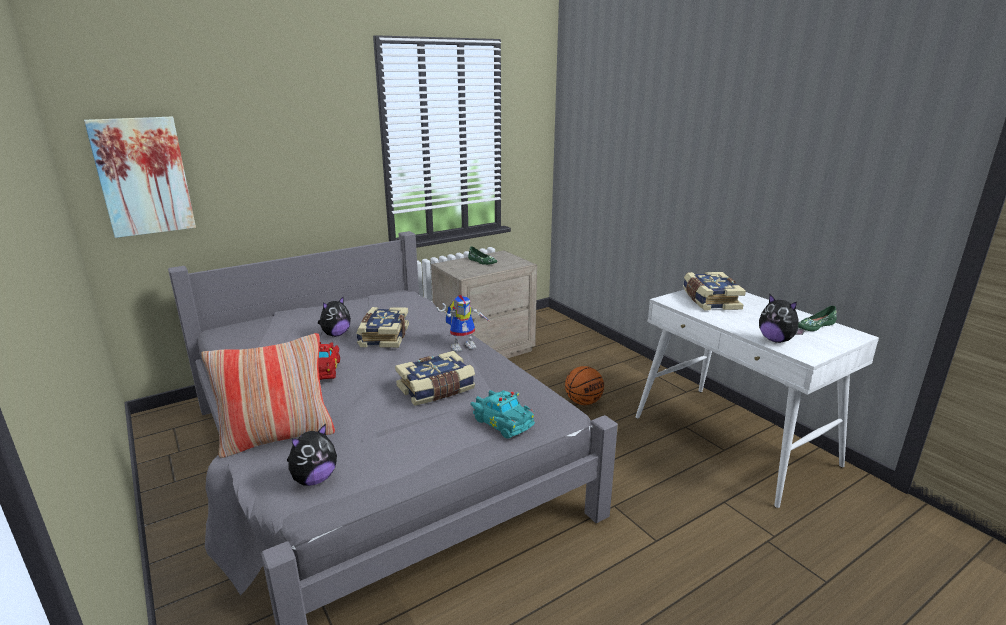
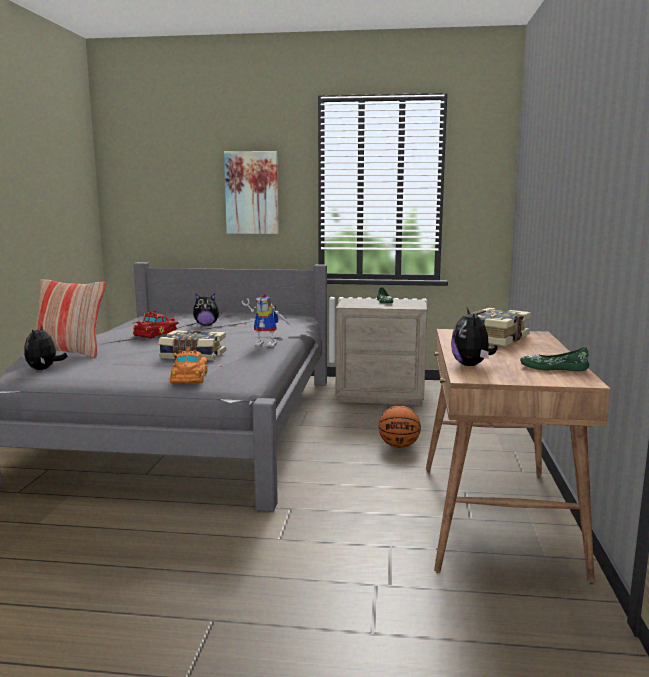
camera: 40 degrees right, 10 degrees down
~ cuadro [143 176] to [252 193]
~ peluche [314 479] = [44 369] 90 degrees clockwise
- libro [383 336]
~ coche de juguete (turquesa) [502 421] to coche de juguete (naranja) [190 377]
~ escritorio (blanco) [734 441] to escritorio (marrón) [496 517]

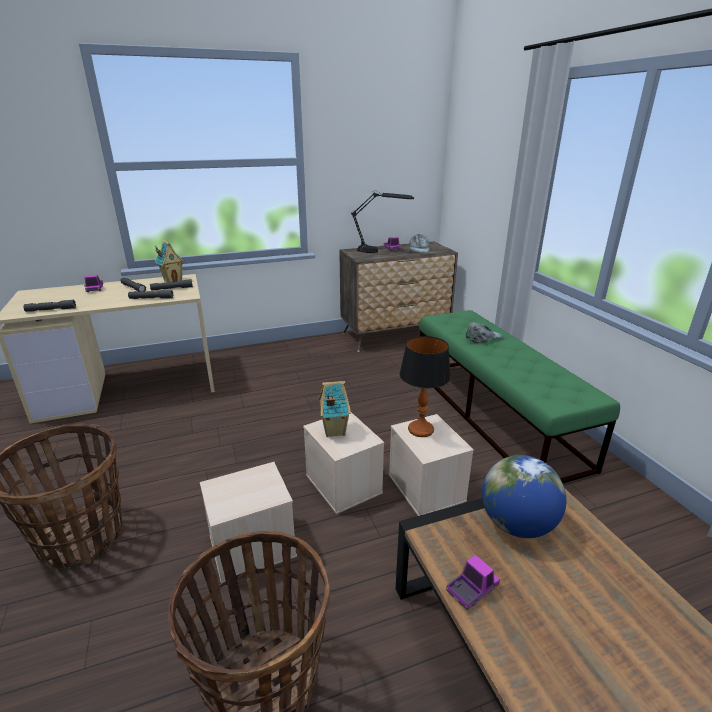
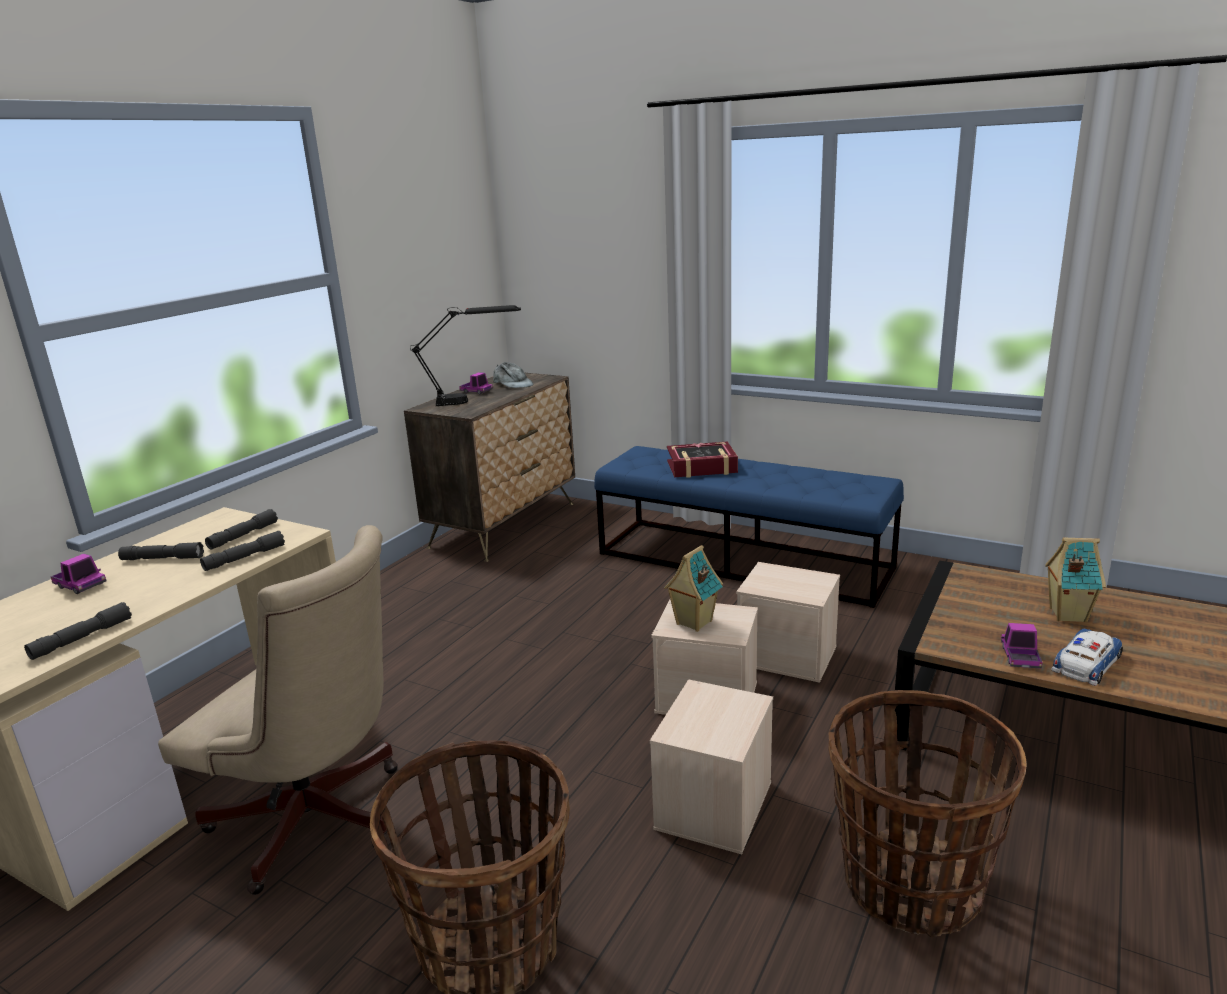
camera: 40 degrees left, 5 degrees down
~ casita [173 281] to [1066 614]
- lámpara de mesa [420 430]
~ banco (verde) [494 414] to banco (azul) [743 561]
~ gorra (gris) [483 337] to libro [701 467]
- globo terráqueo [517 525]
+ silla de oficina (beis) [318 824]
+ coche de juguete [1086 663]

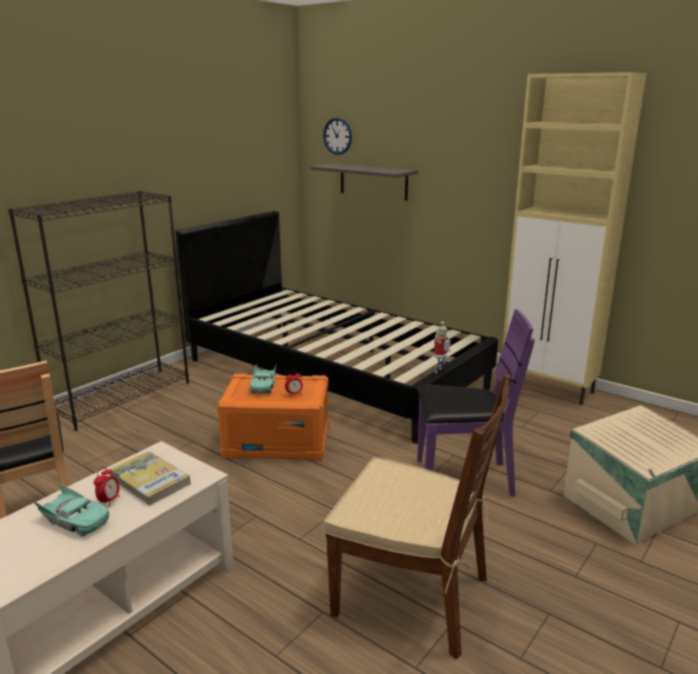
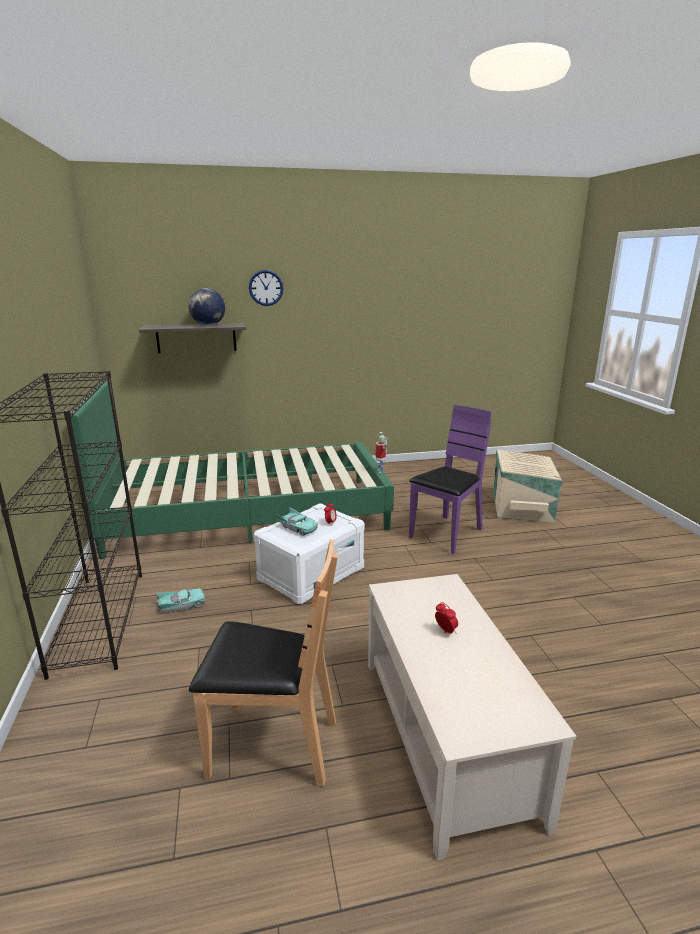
camera: 50 degrees left, 0 degrees up
~ coche de juguete (turquesa) [74 520] to [181 606]
- libro [149 481]
~ cama (negro) [333 373] to cama (verde) [248 514]
~ caja de almacenaje (naranja) [278 441] to caja de almacenaje (blanco) [311 573]
~ reloj de pared [337 136] to [266 288]
- silla (marrón) [413 596]
- armario (beis) [548 388]
+ globo terráqueo [208 325]

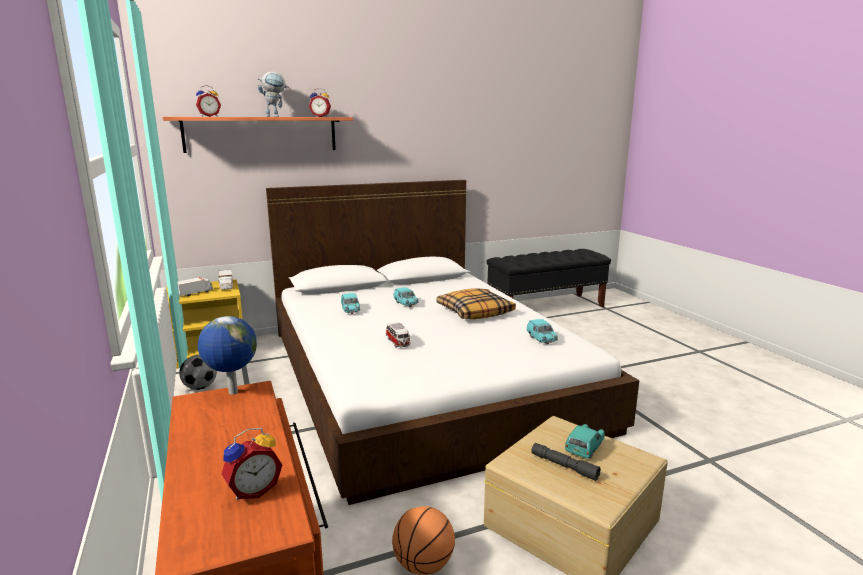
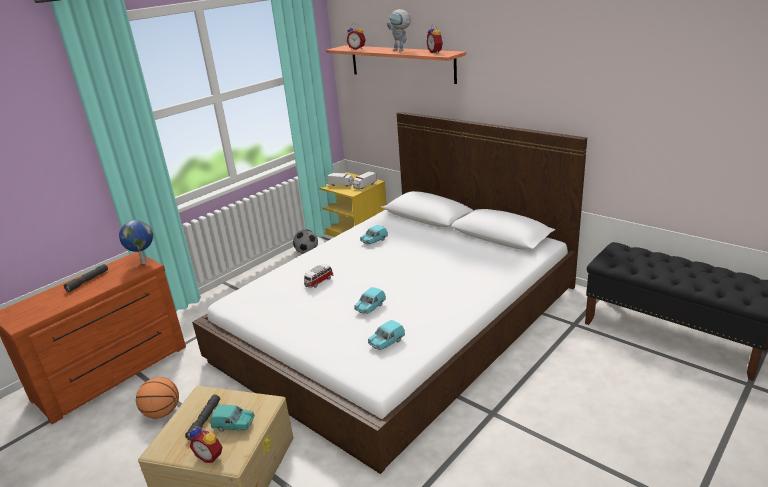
camera: 65 degrees right, 10 degrees up
~ despertador [253 490] to [211 456]
~ coche de juguete (turquesa) [406 304] to [370 308]
- cojín [474 312]
+ linterna (gris) [88 281]

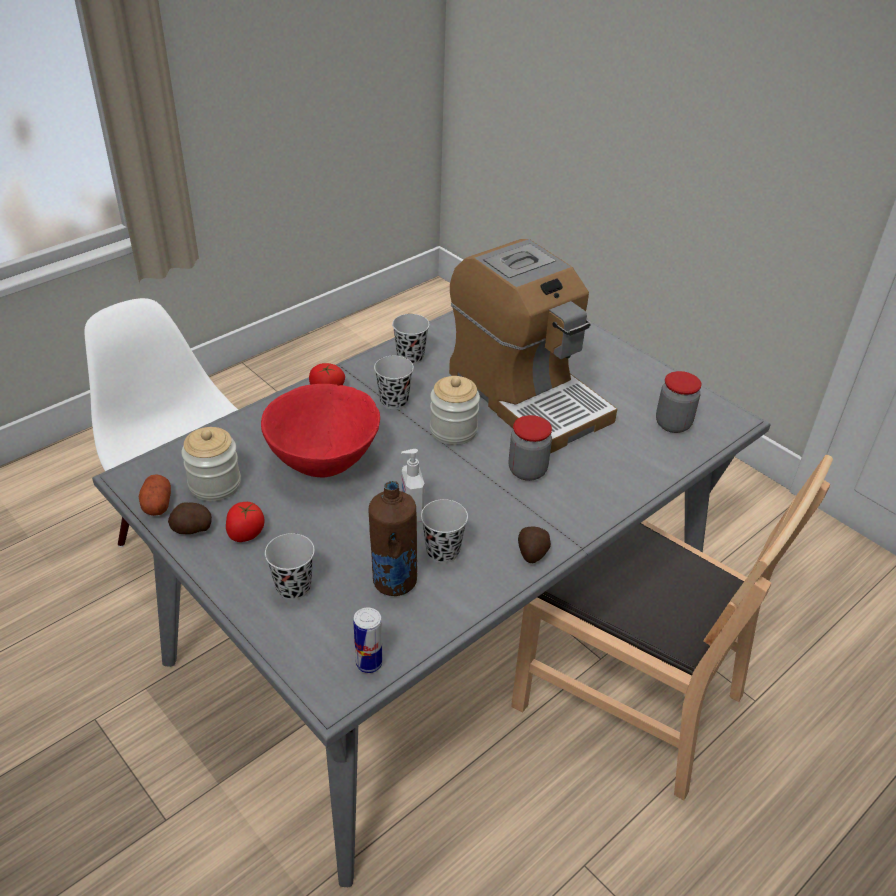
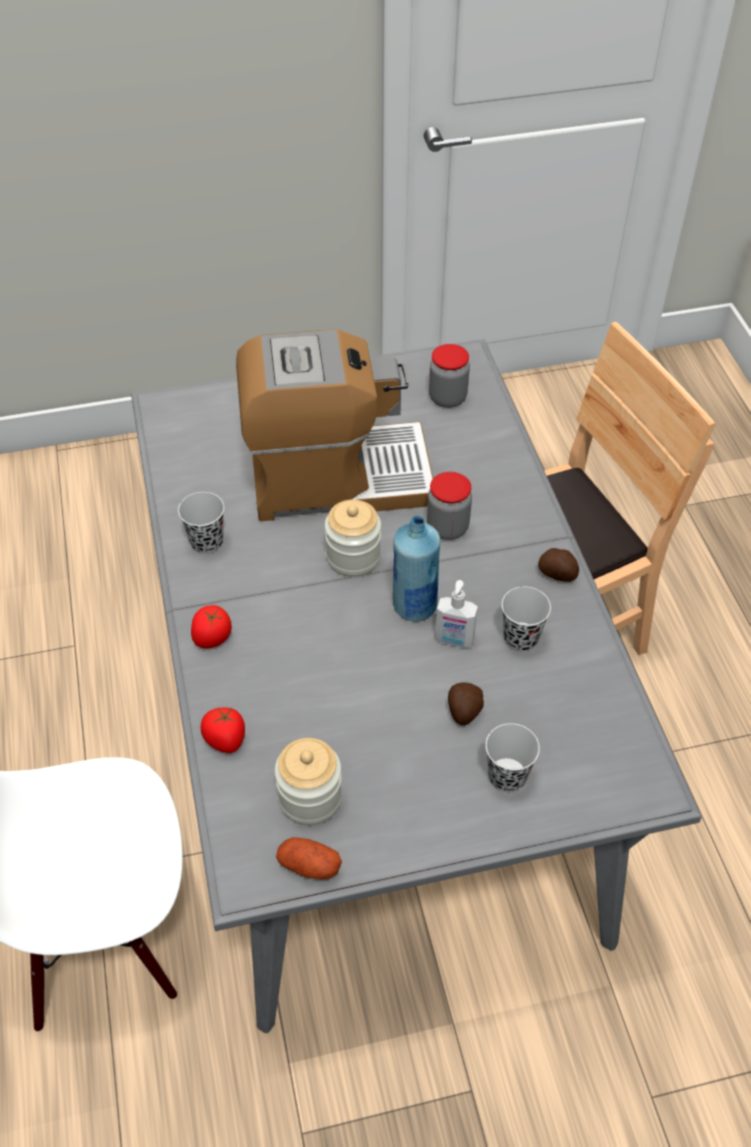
camera: 60 degrees left, 10 degrees up
~ patata [192 529] to [463 712]
~ tomate [246 533] to [225 740]
- cuenco (rojo) [324 463]
- lata [369 663]
- botella (marrón) [394 581]
- taza (negro) [394 401]
+ botella (azul) [414 606]

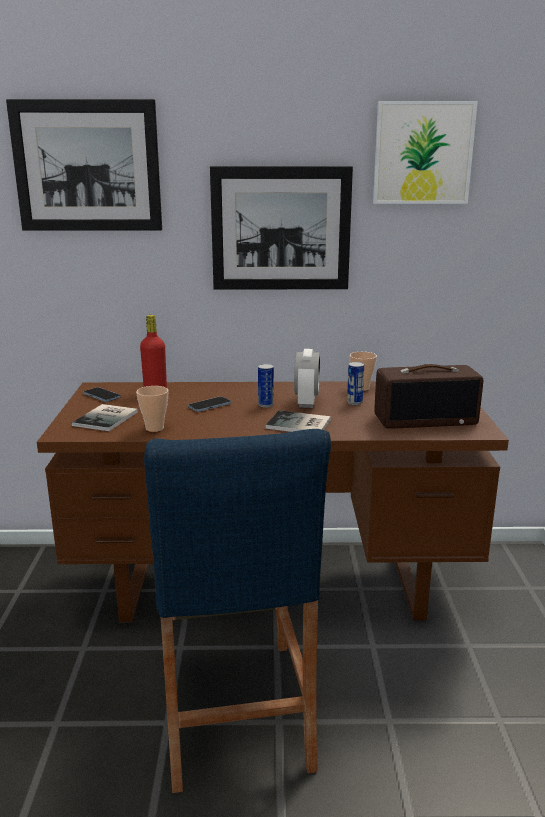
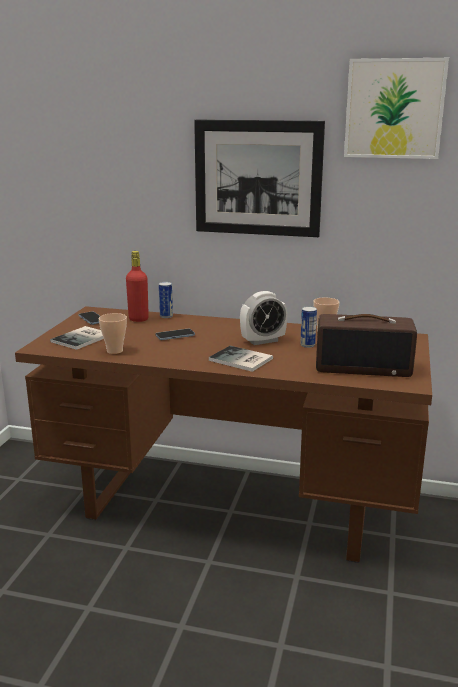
camera: 15 degrees right, 0 degrees up
- cuadro [87 166]
- taburete (azul) [233 709]
~ lata [266 405] to [166 316]
~ despertador [306 402] = [263 341] 45 degrees clockwise

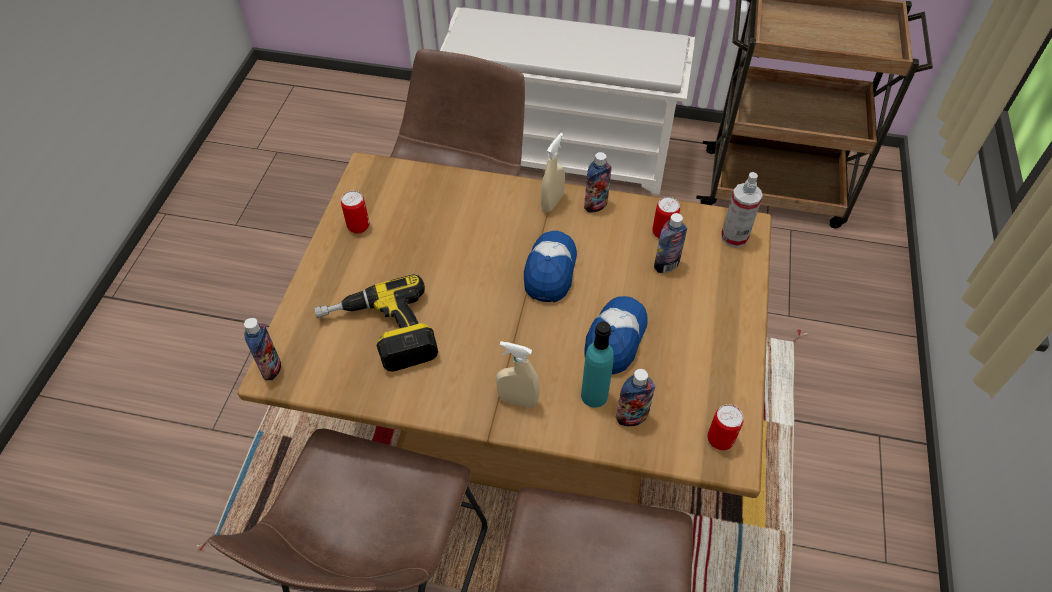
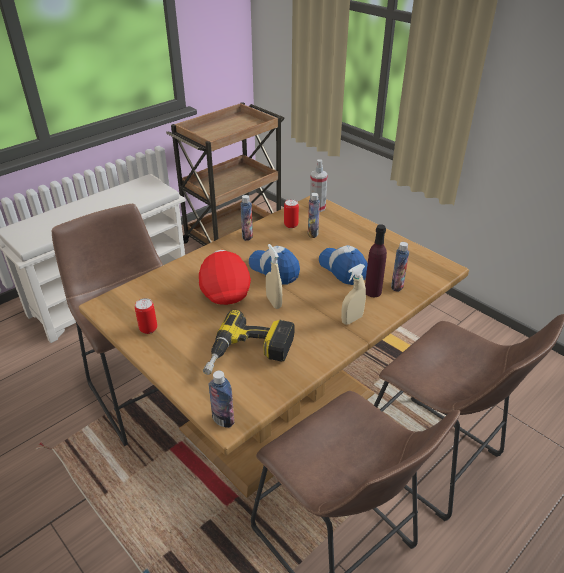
camera: 55 degrees left, 15 degrees down
~ pulverizador (beis) [552 202] to [274 302]
~ botella (turquesa) [594 395] to botella (morado) [372 291]
- lata [720 439]
+ gorra (rojo) [224 288]

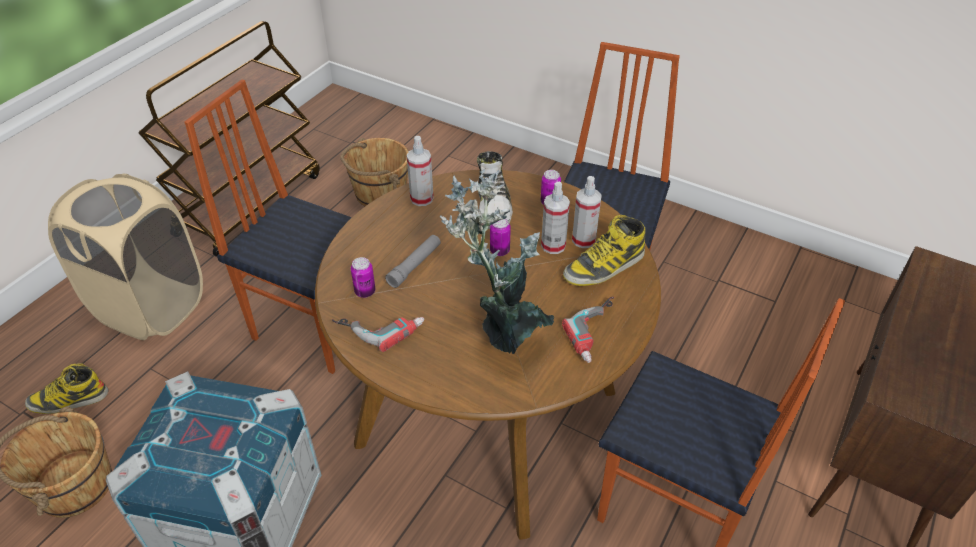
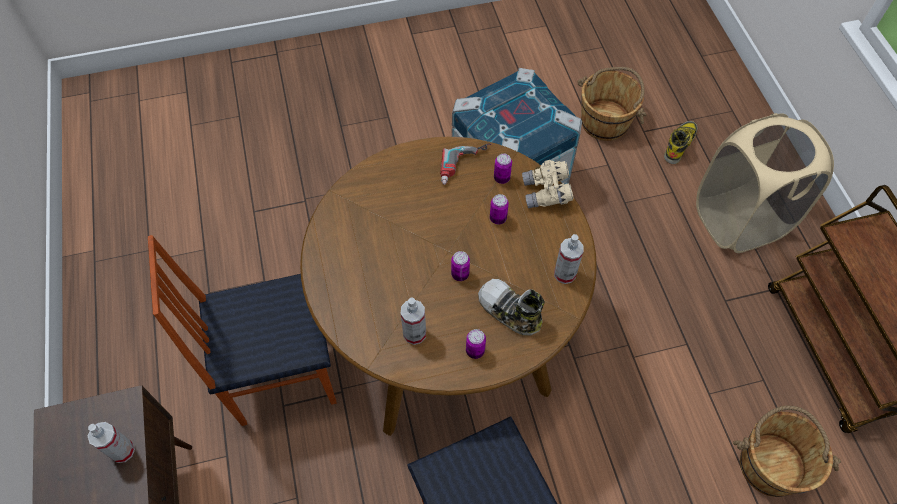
camera: 135 degrees right, 15 degrees up
- silla [317 325]
~ linterna (gris) [414 265] to lata [498 218]
- planta en maceta [503 328]
~ pulverizador [553 245] to [122 451]
- taladro [599 333]
- bota [604 267]
+ prismáticos (beis) [546 193]

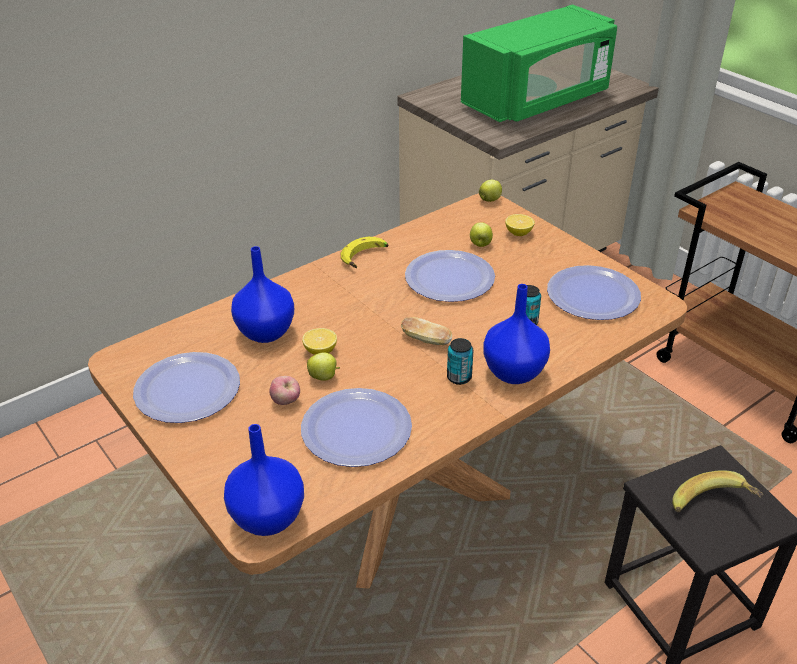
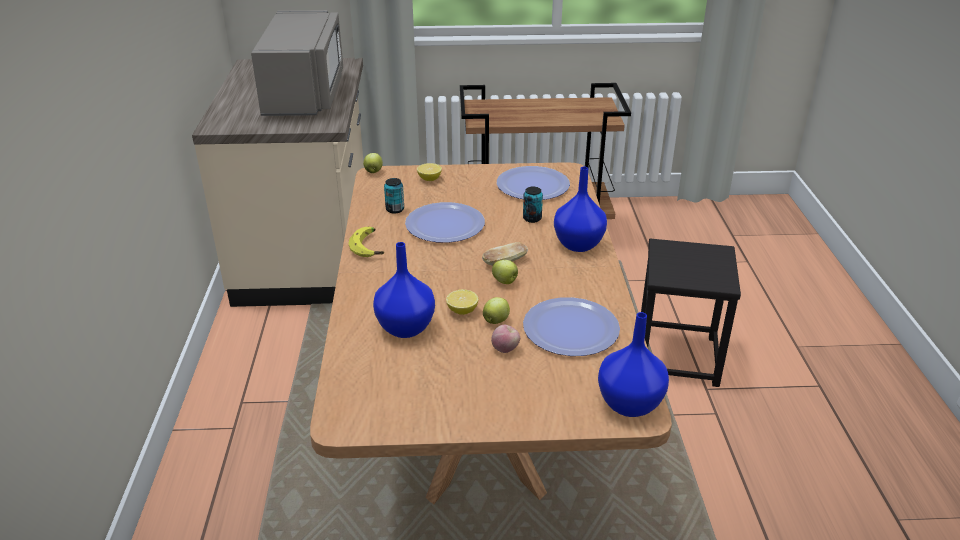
camera: 55 degrees left, 5 degrees down
- plato [187 389]
~ lata [459 377] to [395 209]
~ microondas (verde) [537 100] to microondas (gris) [305 94]
~ manzana [480 244] to [505 282]
- plátano [713 508]

